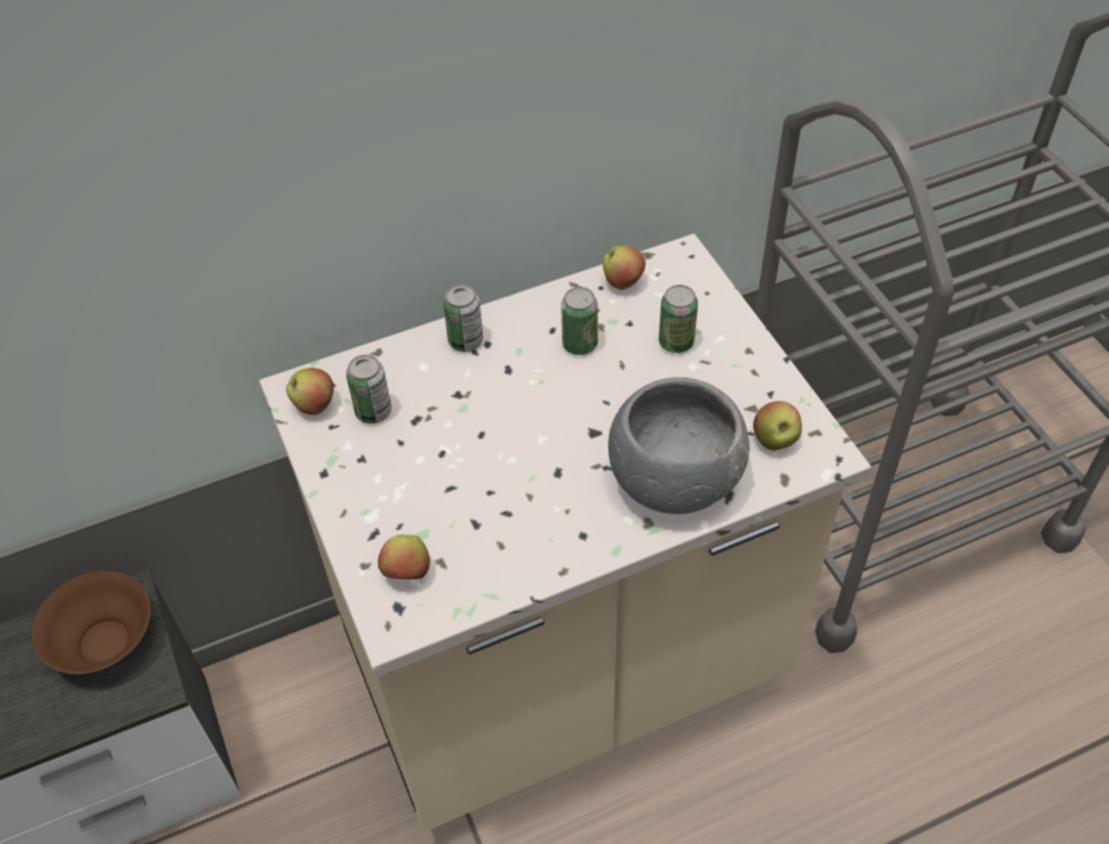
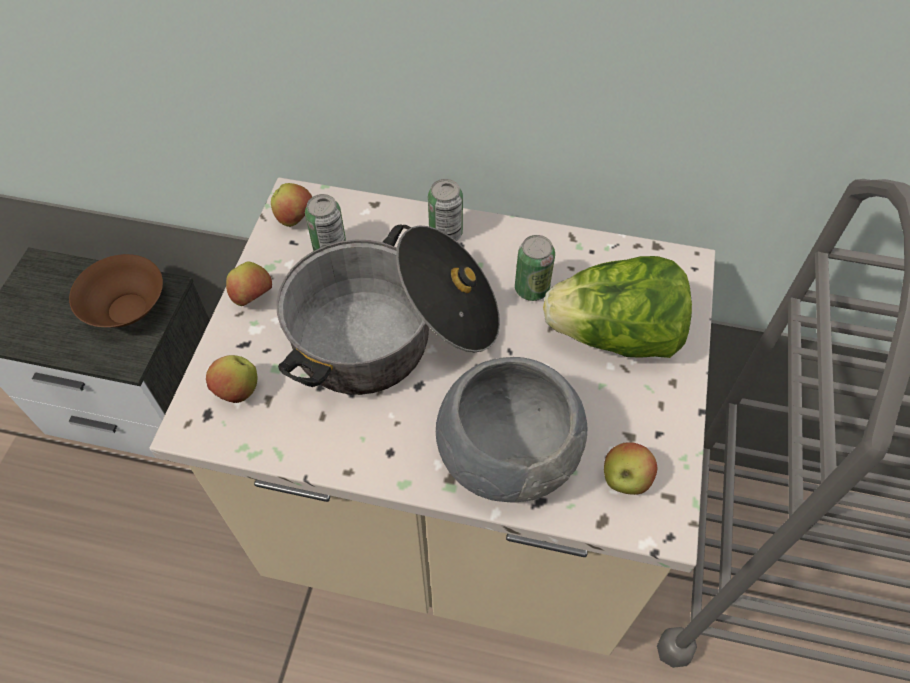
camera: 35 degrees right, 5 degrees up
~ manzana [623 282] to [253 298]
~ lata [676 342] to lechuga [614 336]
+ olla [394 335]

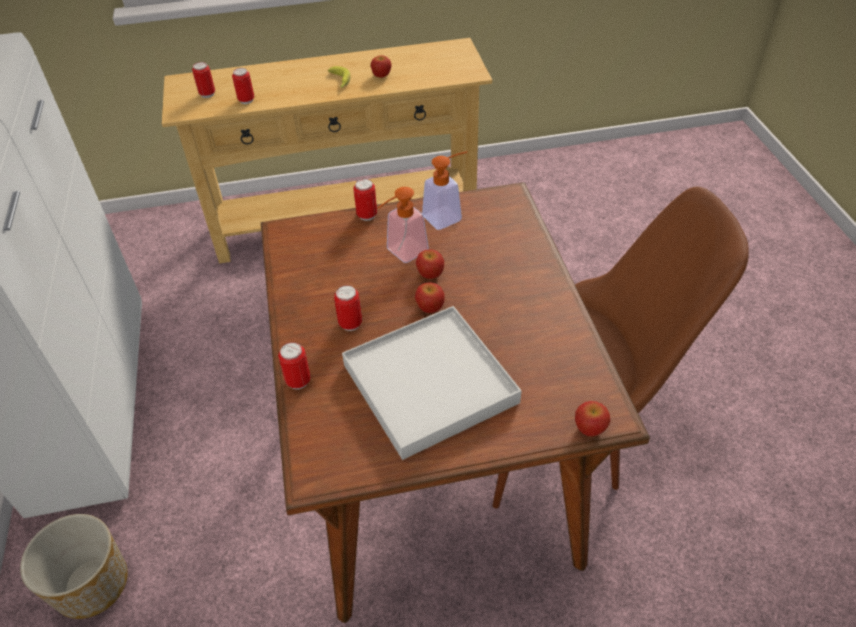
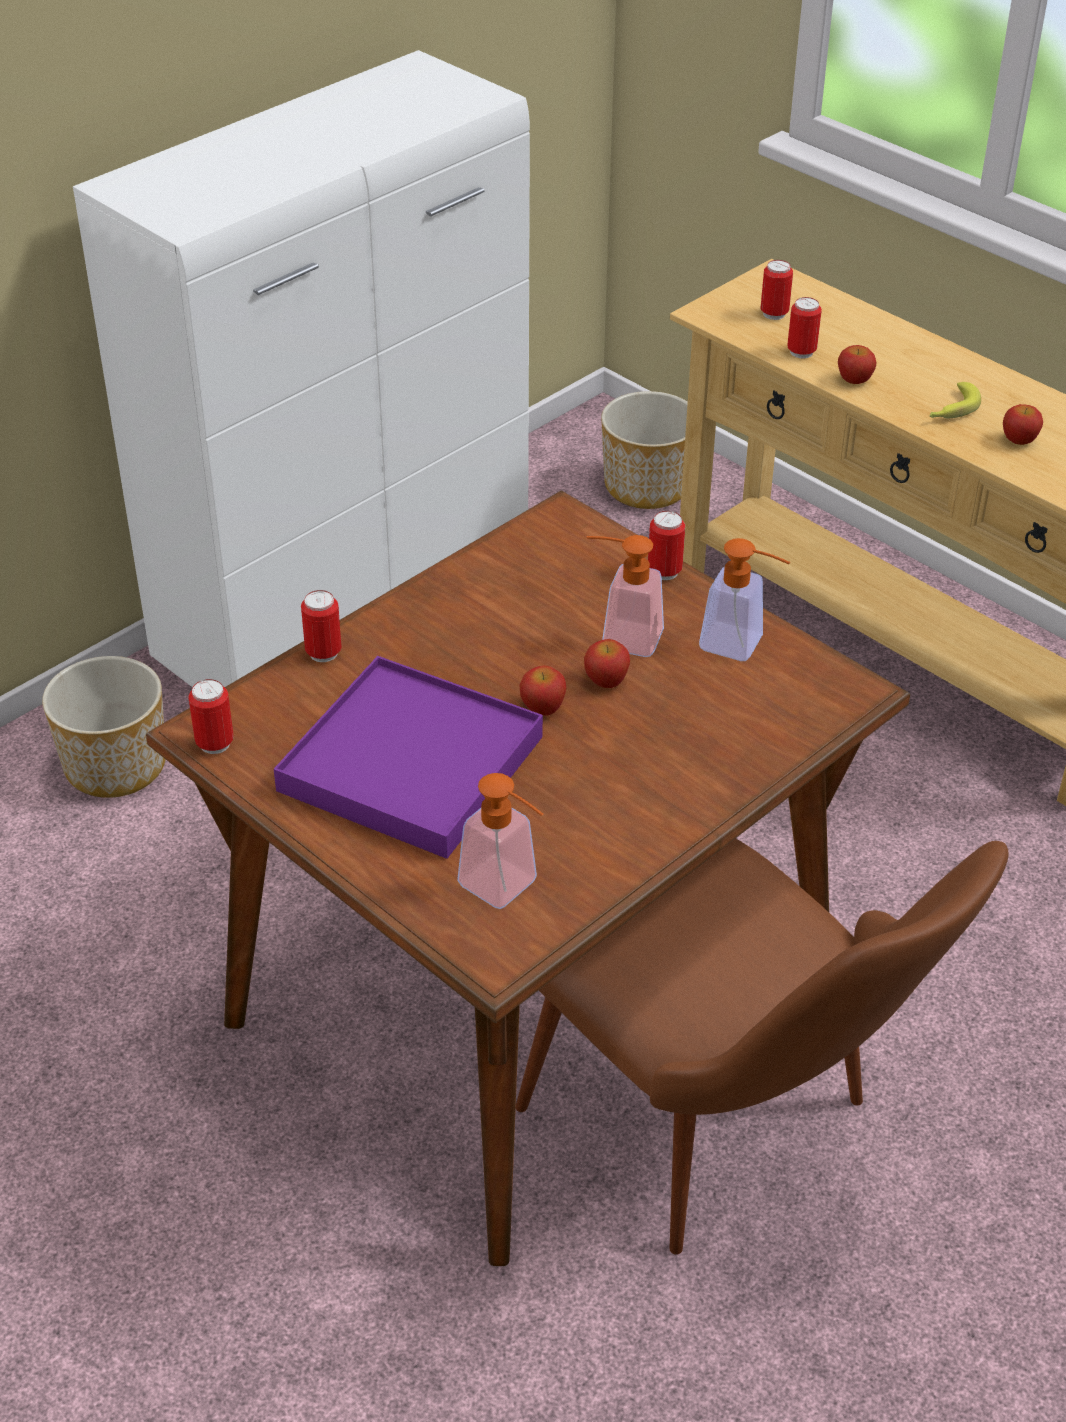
camera: 55 degrees right, 5 degrees down
~ lata [350 324] to [215 743]
~ bandeja (blanco) [430 383] to bandeja (morado) [412 763]
~ manzana [589 428] to [854 380]
+ dispensador de jabón [507 889]
+ maceta [647 486]

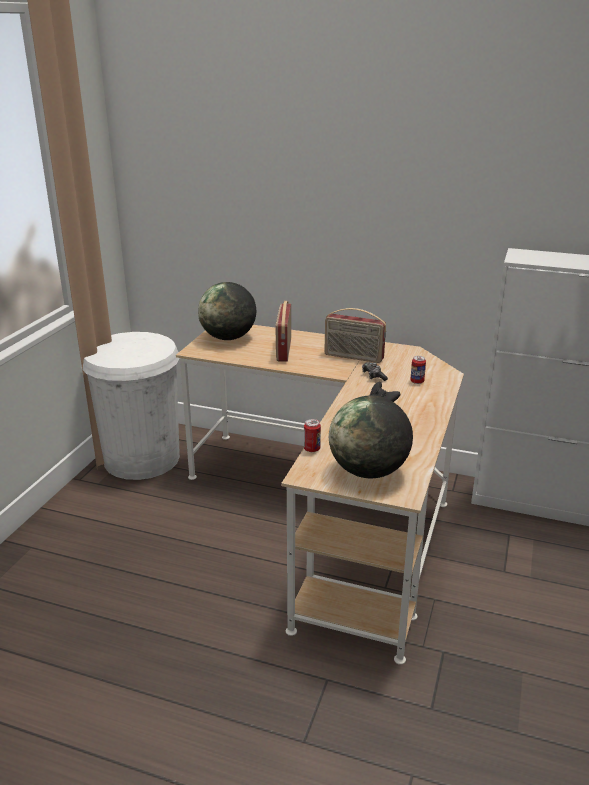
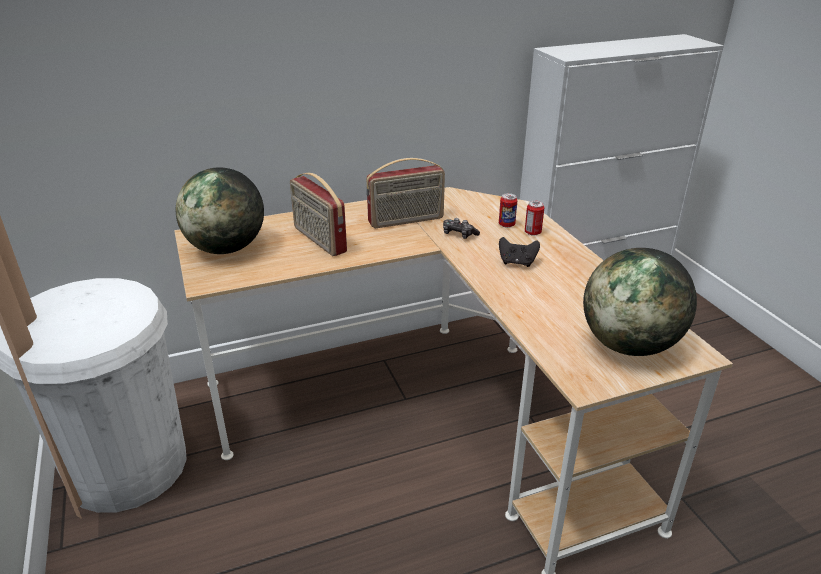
camera: 40 degrees left, 5 degrees up
~ lata [312 449] to [532 232]

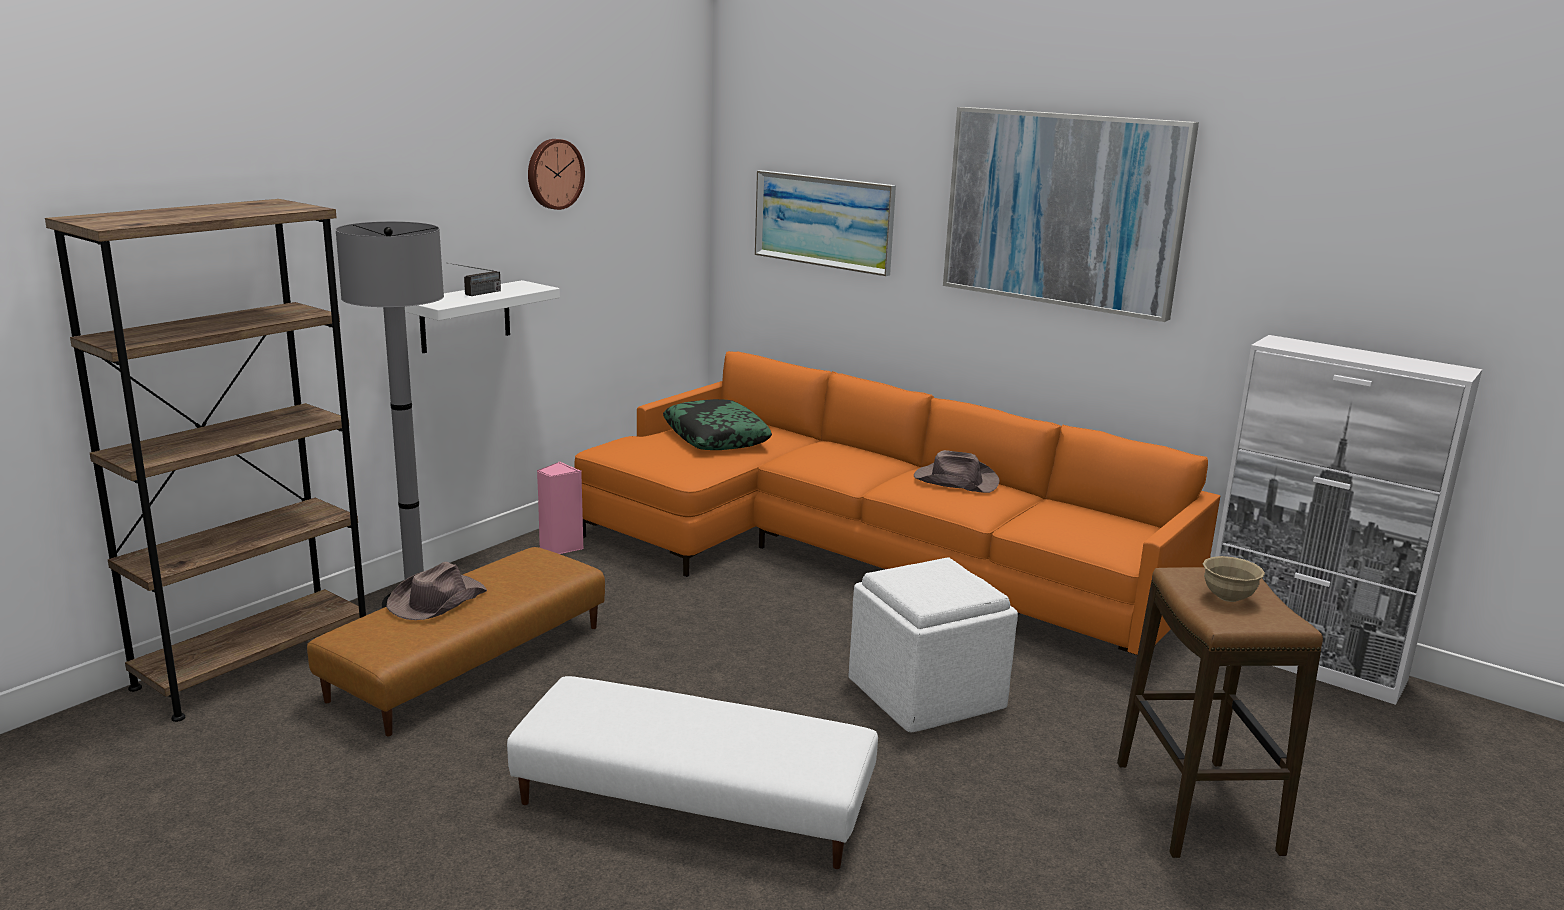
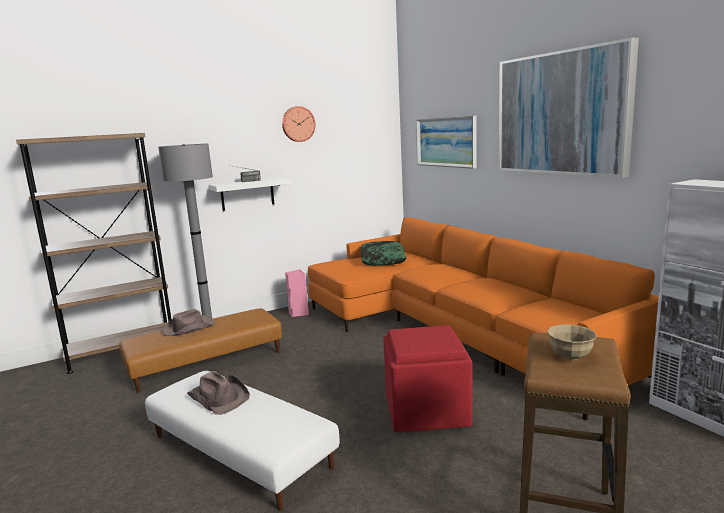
camera: 25 degrees right, 5 degrees down
~ puf (blanco) [924 693] to puf (rojo) [425 409]
~ sombrero (marrón) [955 481] to [219 397]

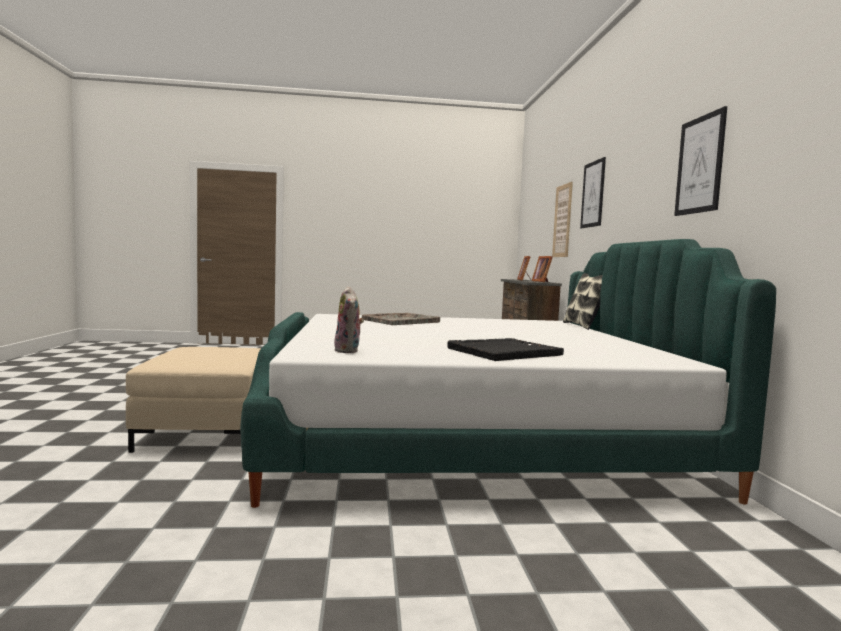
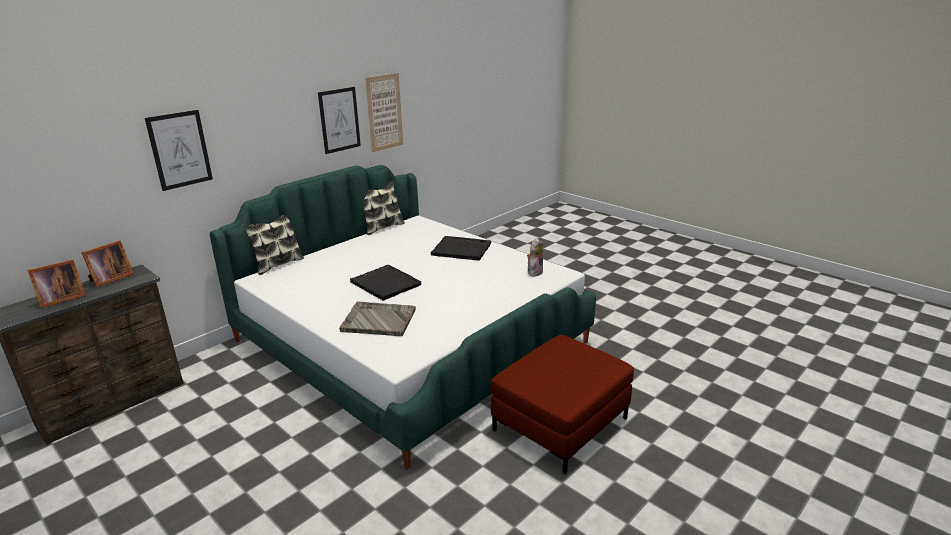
camera: 130 degrees left, 20 degrees up
~ puf (beis) [209 431] to puf (rojo) [560 423]
~ cuadro [562 221] to [384 112]
+ bandeja (negro) [386 284]
+ cojín [382 227]

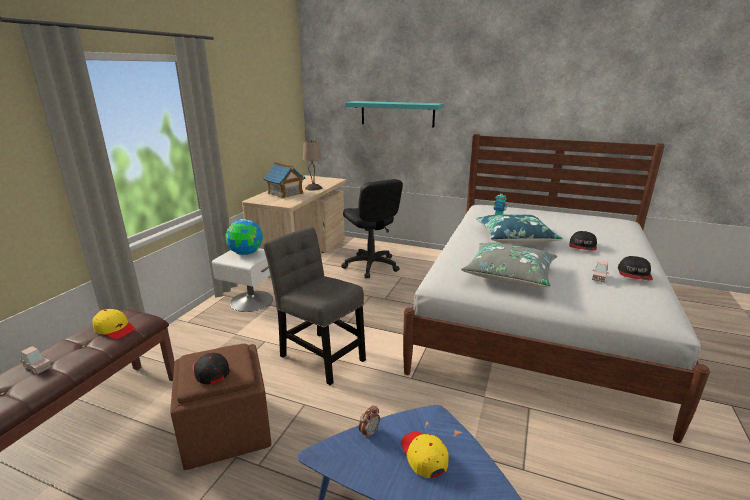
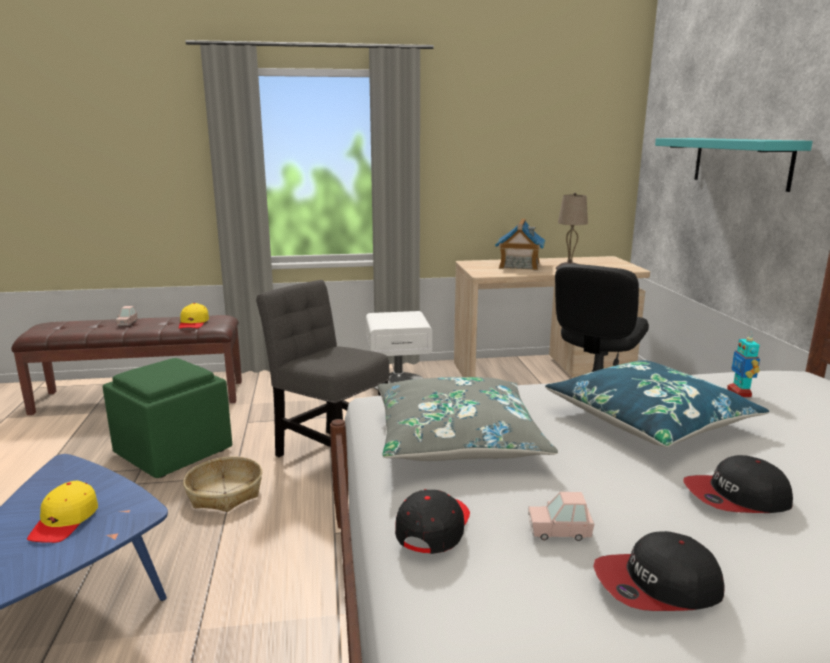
camera: 60 degrees right, 5 degrees down
~ puf (marrón) [226 430] to puf (verde) [174 451]
~ gorra (negro) [210 371] to [433 528]
- globo terráqueo [246 253]
~ silla (gris) [320 355] = [330 455] 60 degrees counterclockwise
- despertador [369 433]
~ gorra (amarillo) [423 456] = [65 521] 150 degrees clockwise
+ cesta [225 493]

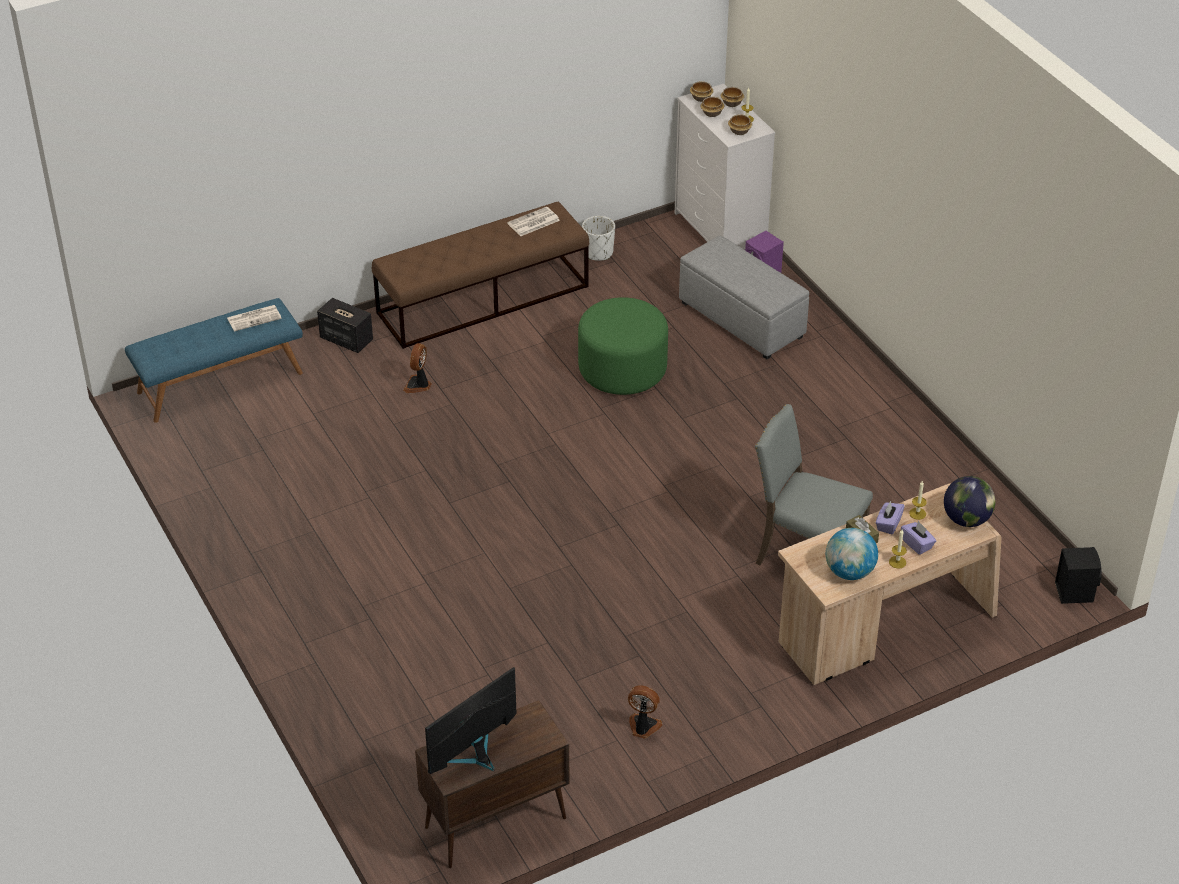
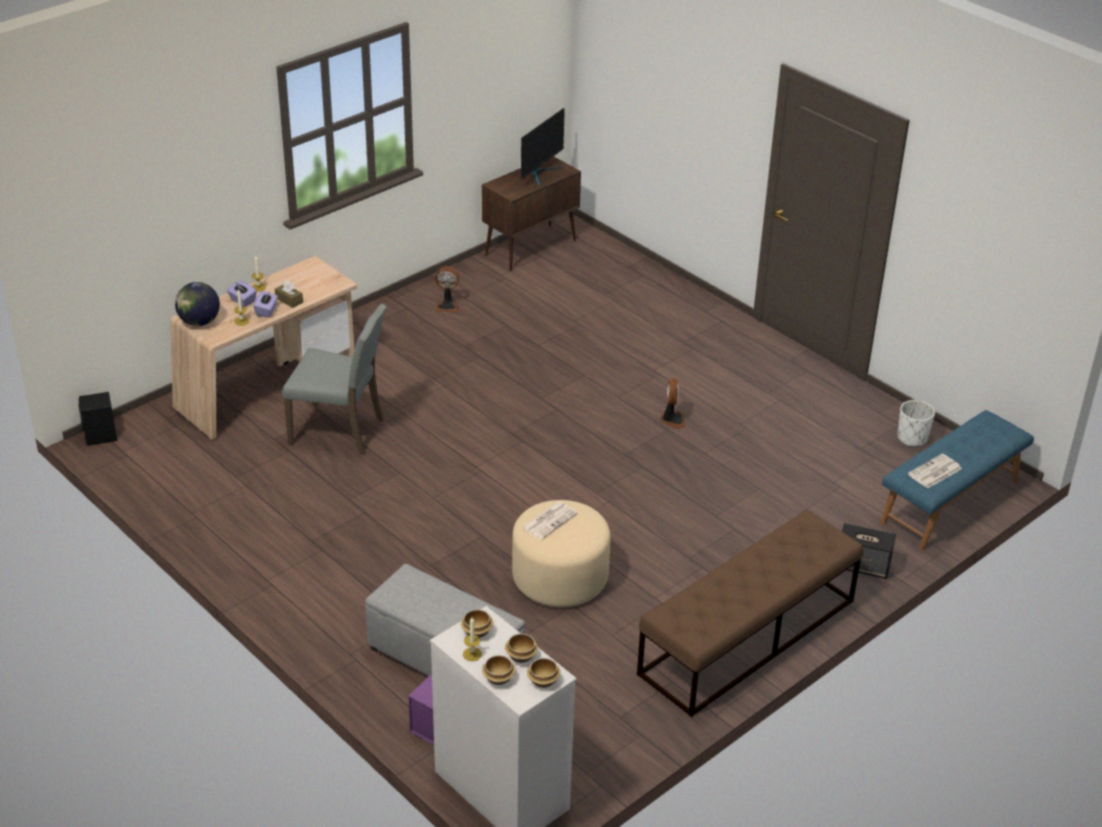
camera: 165 degrees right, 5 degrees down
~ ventilador [418 385] to [672 420]
~ periódico [533 222] to [549 520]
~ puf (verde) [622 369] to puf (beis) [560 578]
~ maceta (blanco) [598 253] to [912 438]
- globo terráqueo [849 572]

